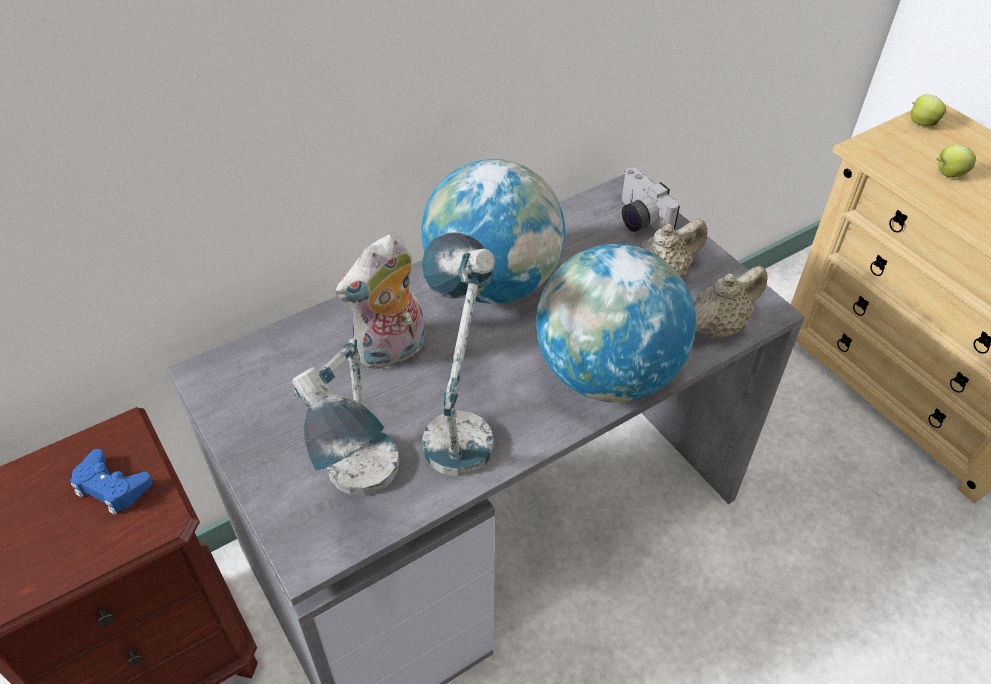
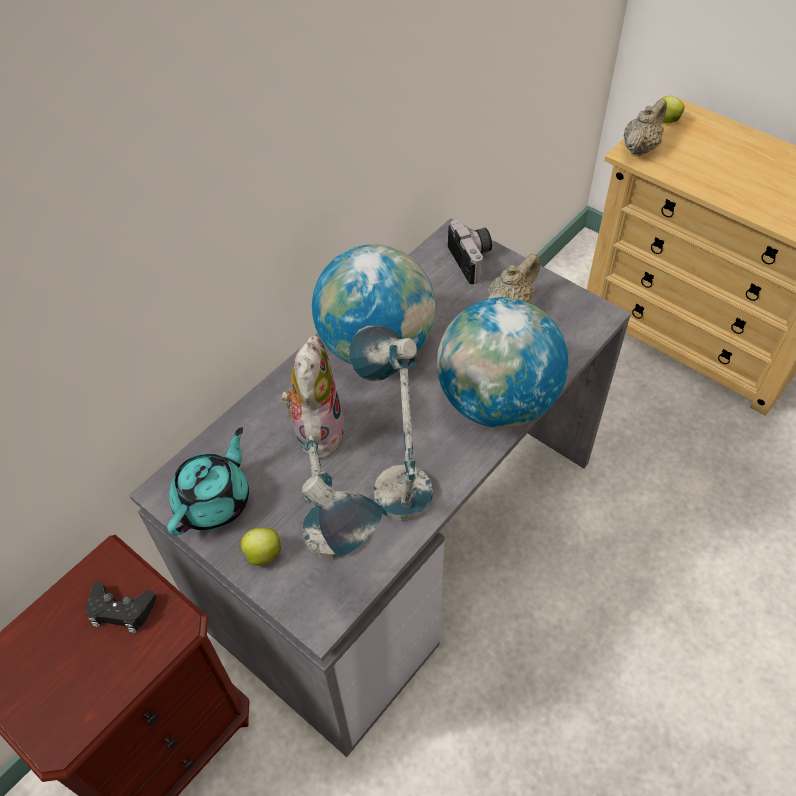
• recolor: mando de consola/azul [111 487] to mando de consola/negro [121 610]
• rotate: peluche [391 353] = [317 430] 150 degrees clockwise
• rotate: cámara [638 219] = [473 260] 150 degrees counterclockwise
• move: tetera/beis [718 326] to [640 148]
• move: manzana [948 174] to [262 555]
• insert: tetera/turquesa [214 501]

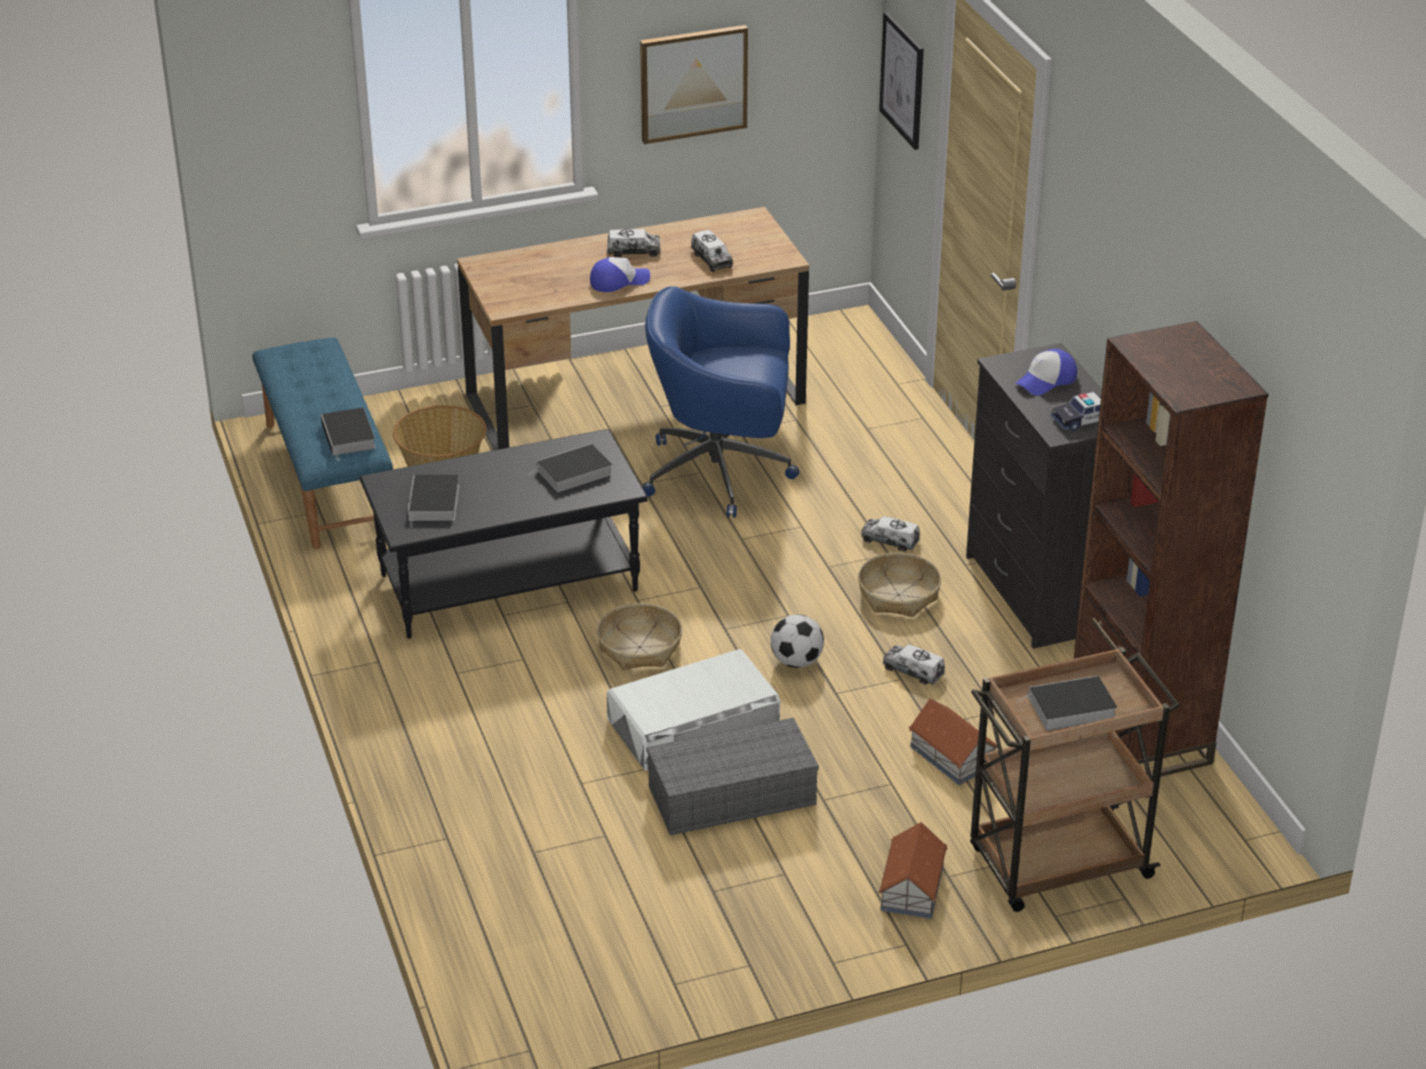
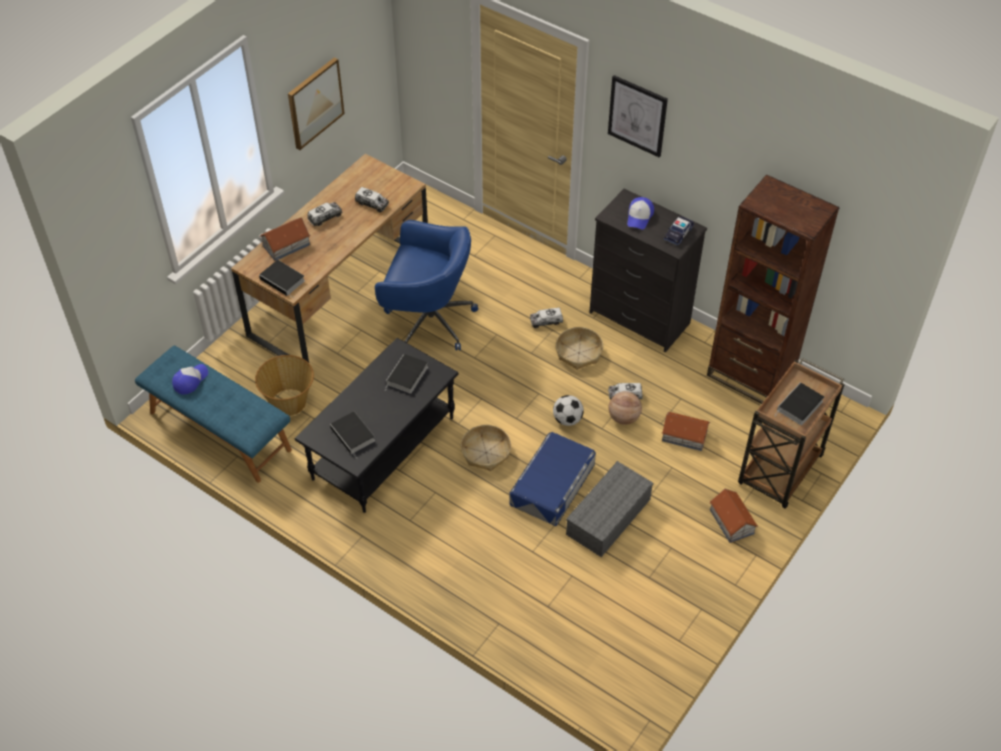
• move: libro [349 437] to [283 280]
• move: gorra [619 281] to [190 380]
• recolor: caja de almacenaje/blanco [693 722] to caja de almacenaje/azul [552 484]
• rotate: silla de oficina/azul [721 473] = [427 320] 135 degrees counterclockwise
• move: cuadro [903 80] to [637 116]
• insert: casita [285 245]
• insert: balón de baloncesto [624 418]

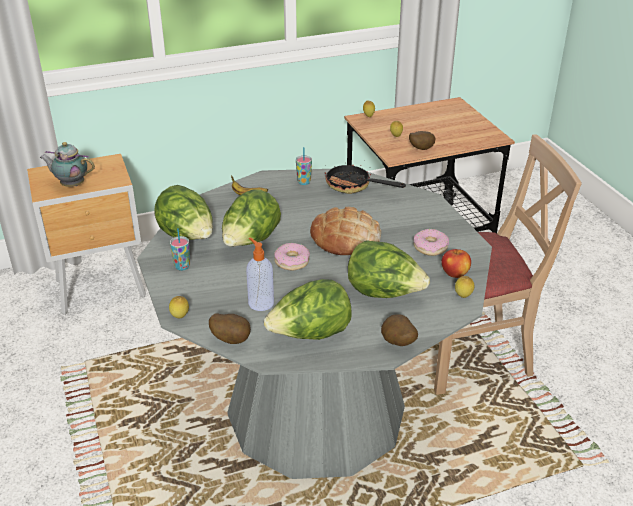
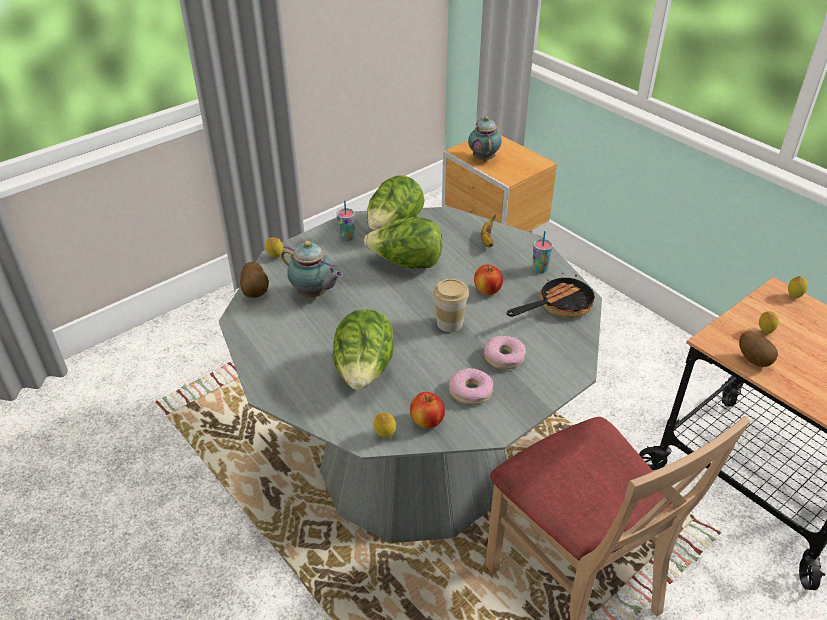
• replace: dispensador de jabón [260 302] to tetera [314 294]
• delete: lechuga [310 335]
• move: rosquilla [291 261] to [504 357]
• replace: pan [346 238] to taza [449 323]
• rotate: sartén [354 186] = [558 306] 45 degrees clockwise
• delete: patata [397 344]
• insert: manzana [487 290]

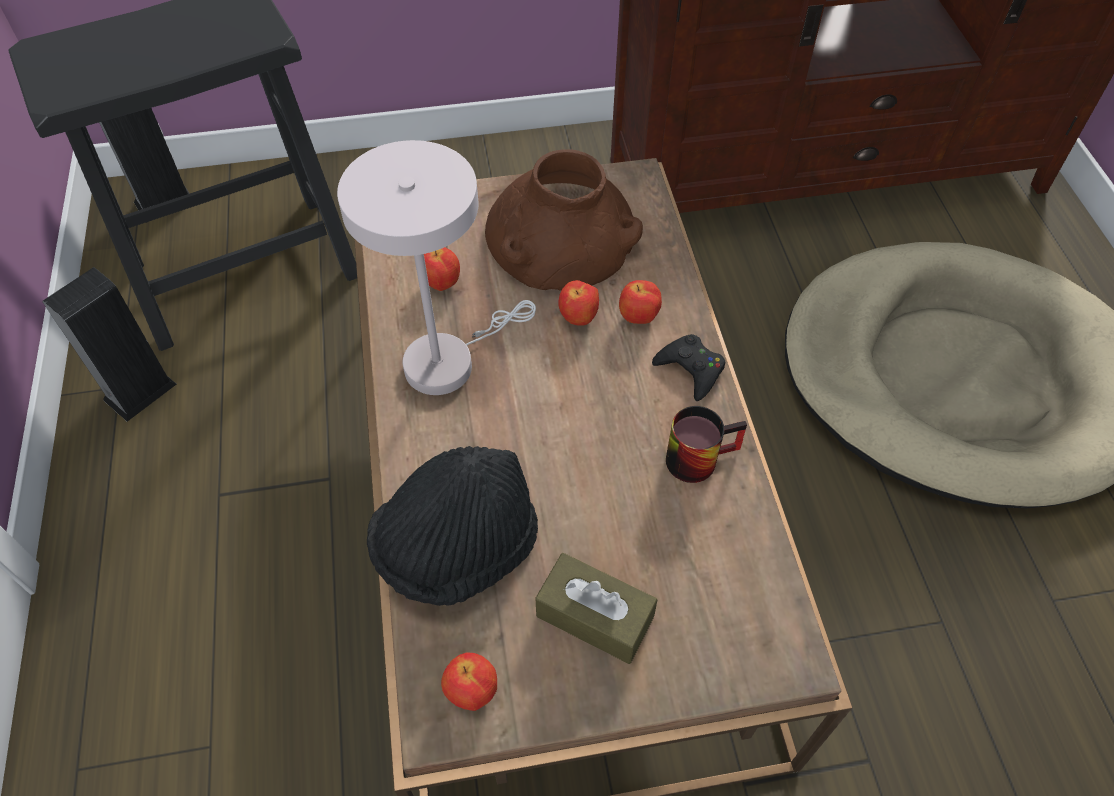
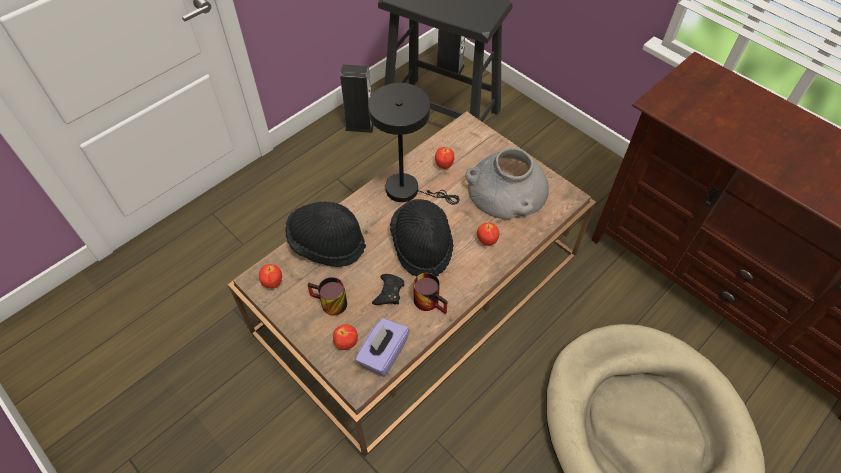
• recolor: lámpara de mesa/blanco [448 360] to lámpara de mesa/negro [408 190]
• recolor: florero/marrón [562 236] to florero/gris [507 189]
• replace: caja de pañuelos/marrón [594 616] to taza grande [329 304]
• move: manzana [579 318] to [346 343]
• move: mando de consola/negro [691 370] to [389 292]
• insert: caja de pañuelos/morado [383 354]
• insert: sombrero/negro [422 246]

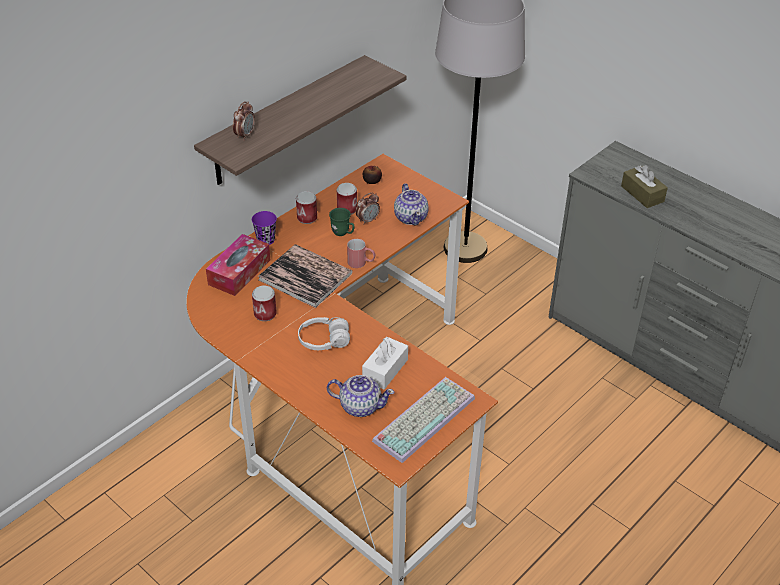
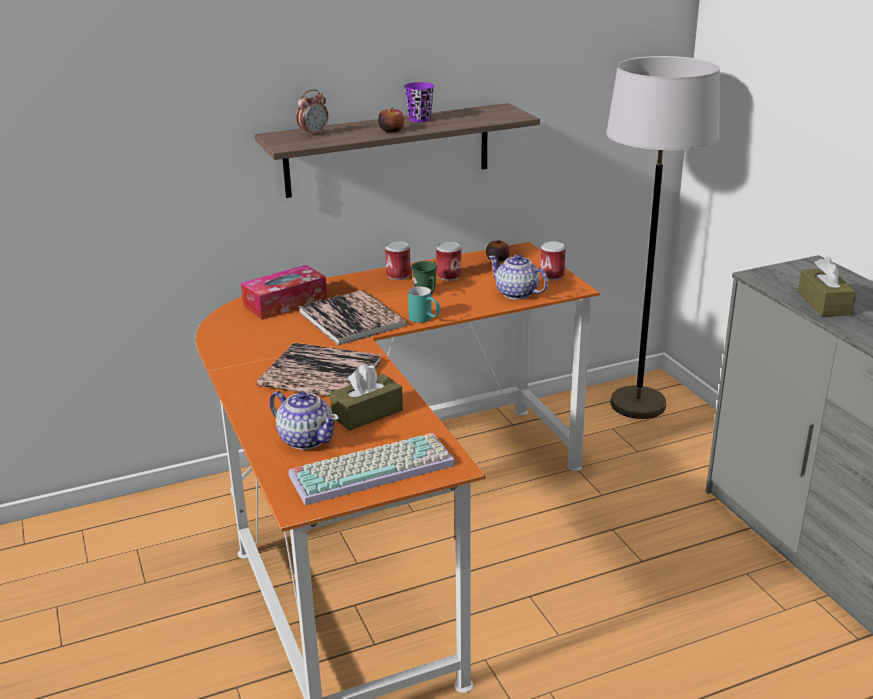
• move: taza/morado [266 240] to [419 119]
• move: lata [265 314] to [552 275]
• replace: auriculares/blanco [324 340] to libro [320 373]
• recolor: taza grande/rojo [361 263] to taza grande/turquesa [425 319]
• delete: despertador [367 220]
• recolor: caja de pañuelos/blanco [385 370] to caja de pañuelos/marrón [367 413]
• rotate: tetera [411 217] = [517 294] 120 degrees clockwise
• insert: manzana [391 130]

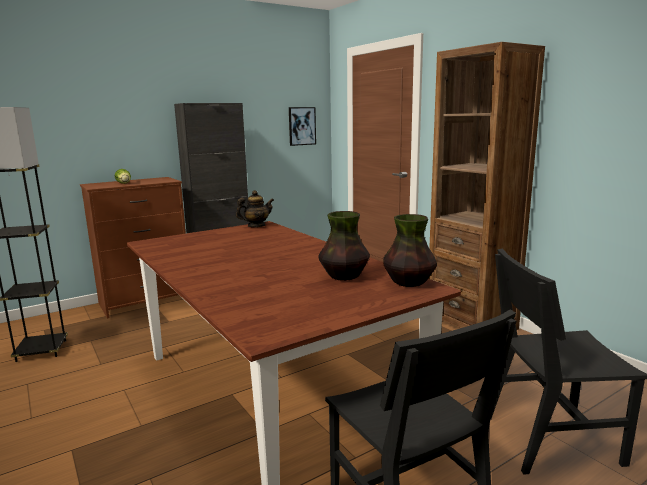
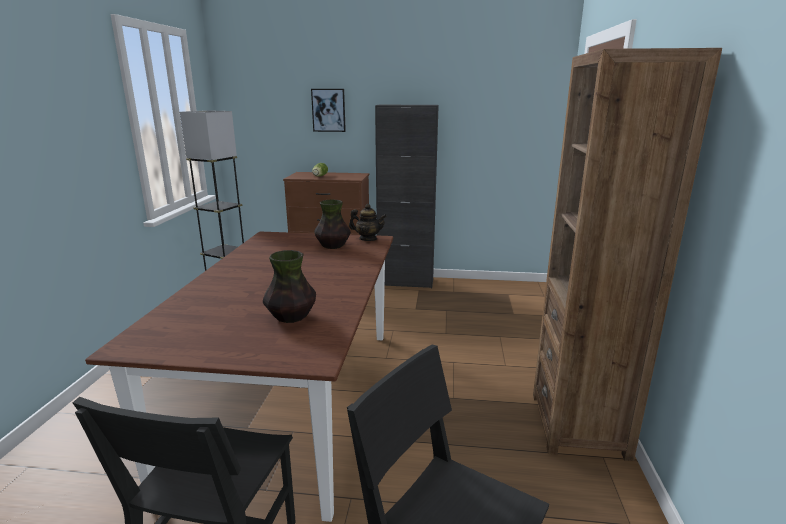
• move: cuadro [301 126] to [328 110]
• move: florero [409 283] to [333 246]

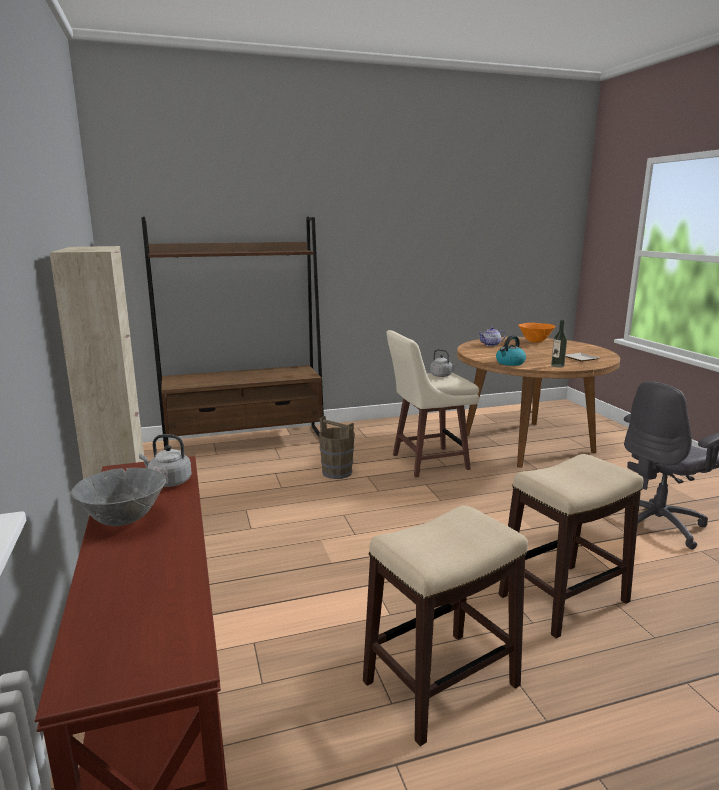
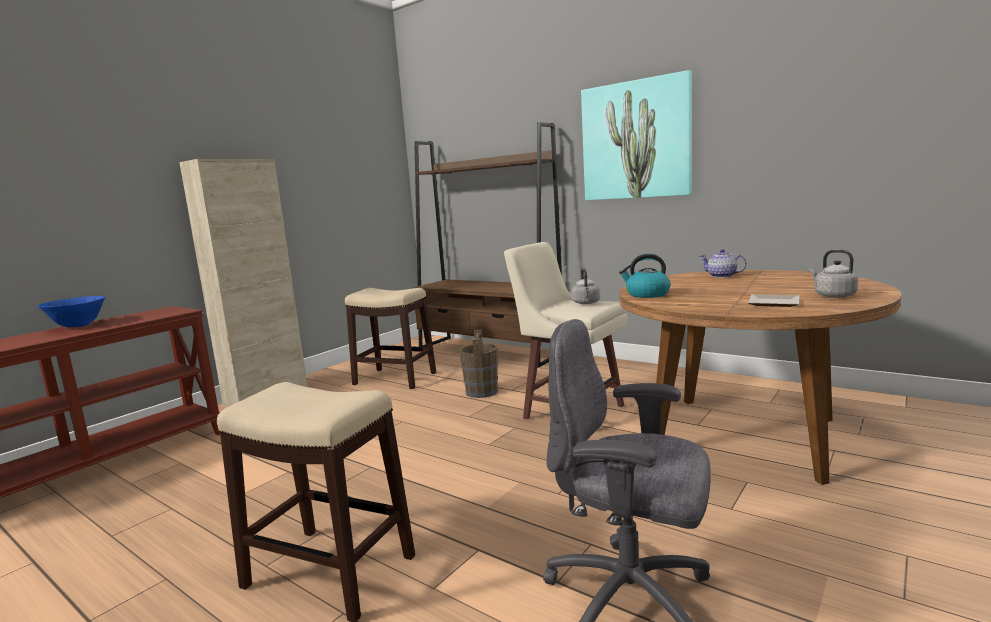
• recolor: cuenco/gris [123 521] to cuenco/azul [78 326]
• move: hervidor/gris [168 482] to [832 295]
• move: taburete [440 684] to [394 378]
• delete: cuenco/naranja [535 342]
• delete: botella [557 366]
• insert: cuadro [636 140]

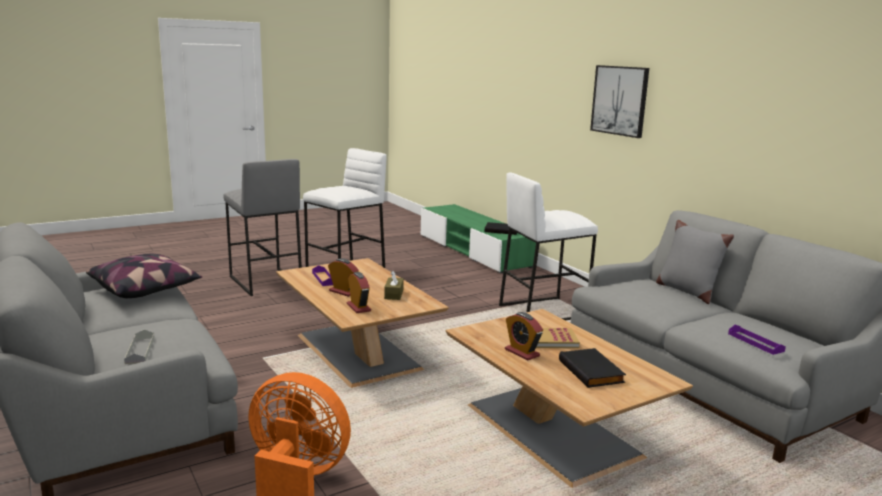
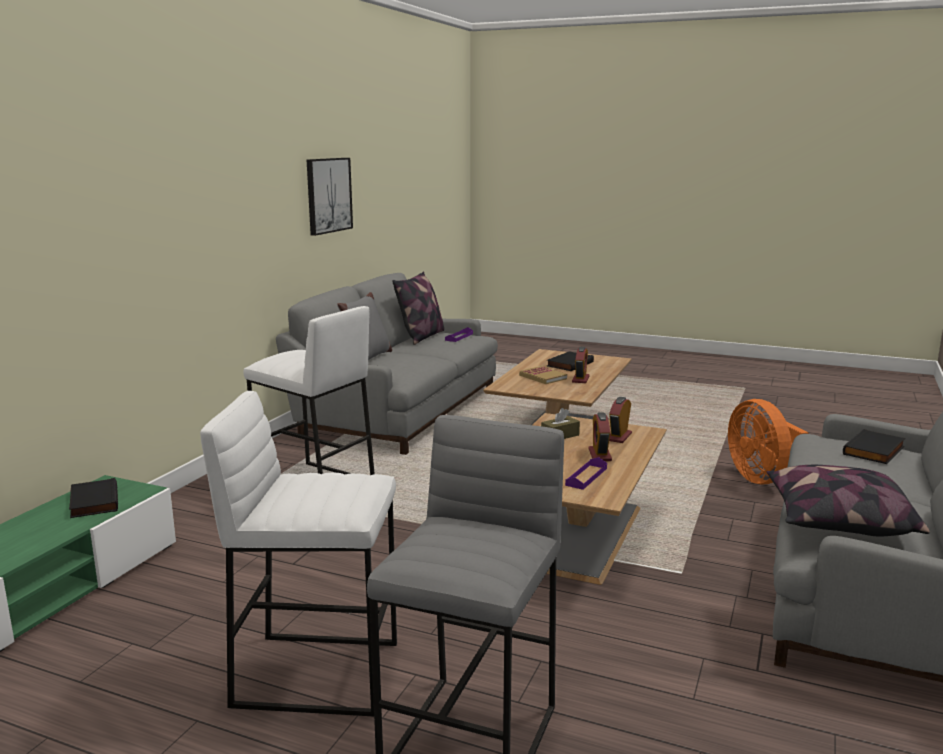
• replace: bandeja/gris [140 350] to libro/negro [875 451]
• move: cuadro [620 100] to [328 195]
• insert: cojín [421 337]

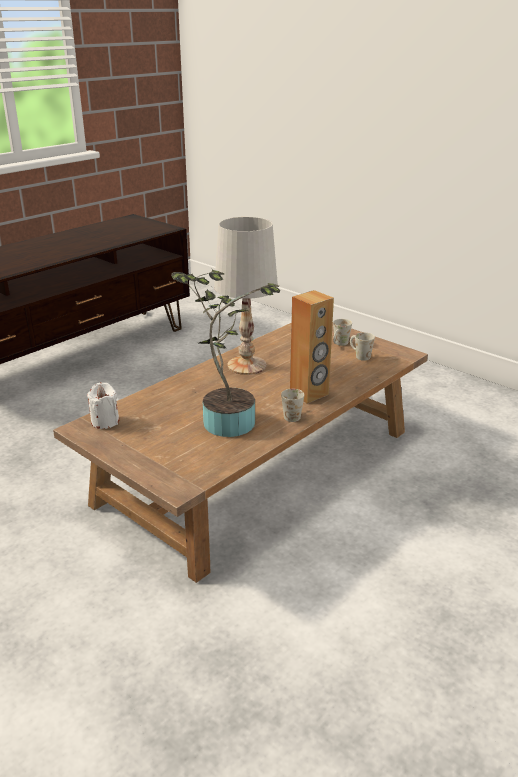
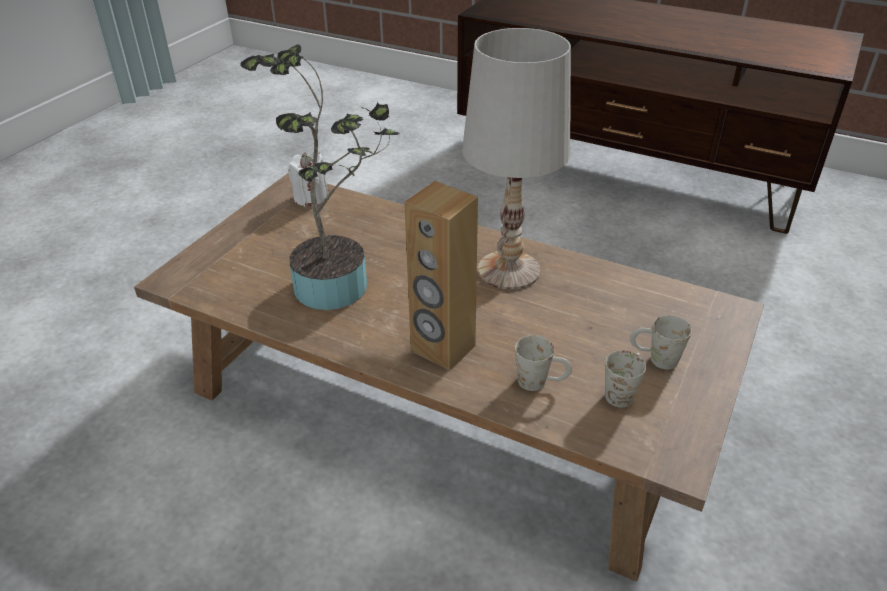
• move: taza grande/blanco [294 415] to [541 382]

